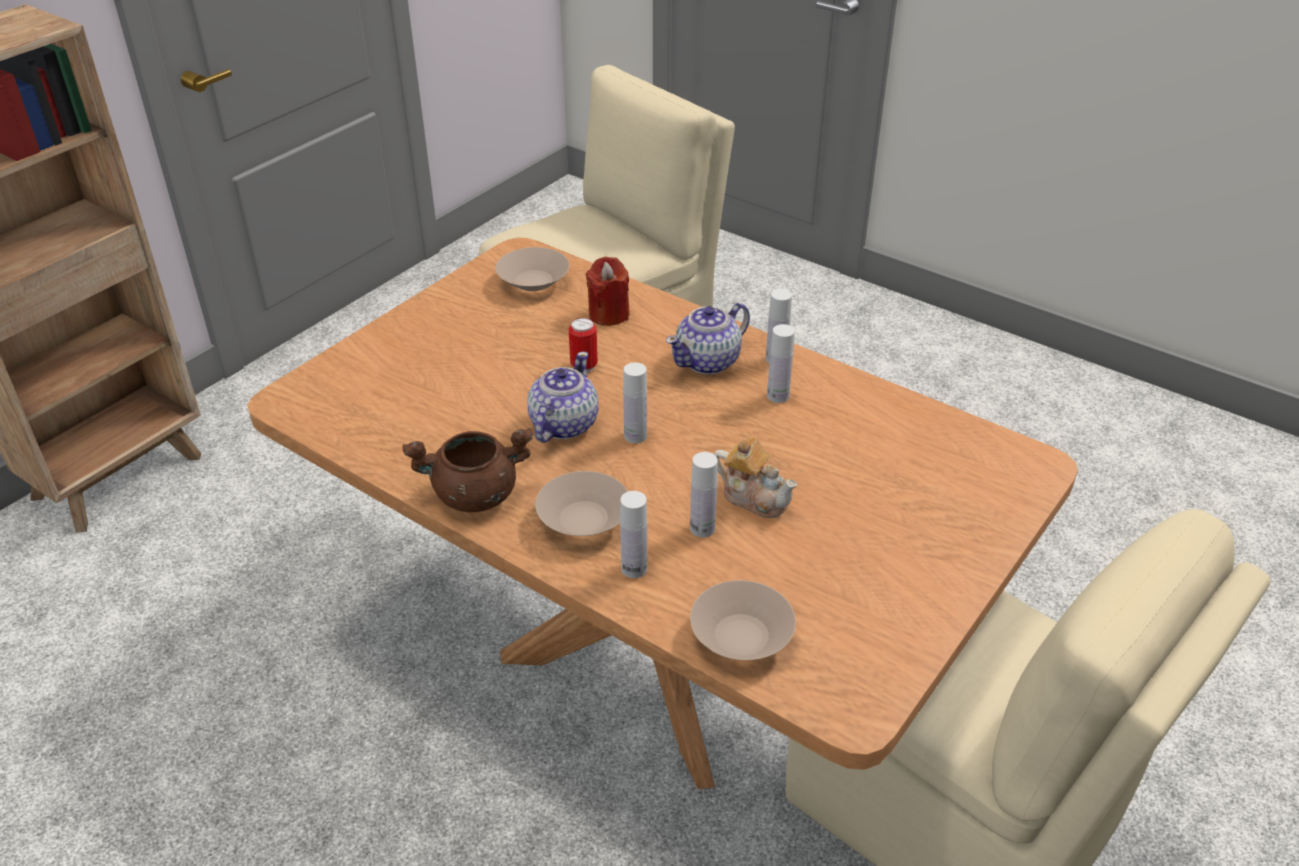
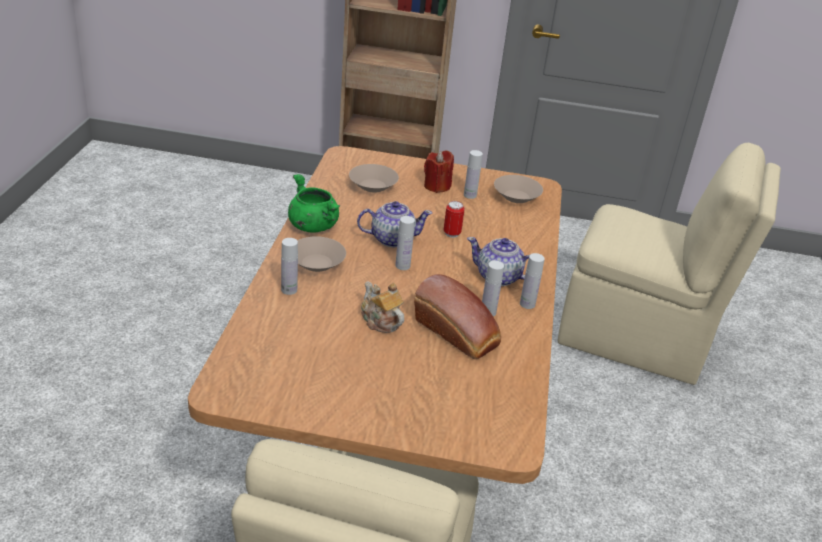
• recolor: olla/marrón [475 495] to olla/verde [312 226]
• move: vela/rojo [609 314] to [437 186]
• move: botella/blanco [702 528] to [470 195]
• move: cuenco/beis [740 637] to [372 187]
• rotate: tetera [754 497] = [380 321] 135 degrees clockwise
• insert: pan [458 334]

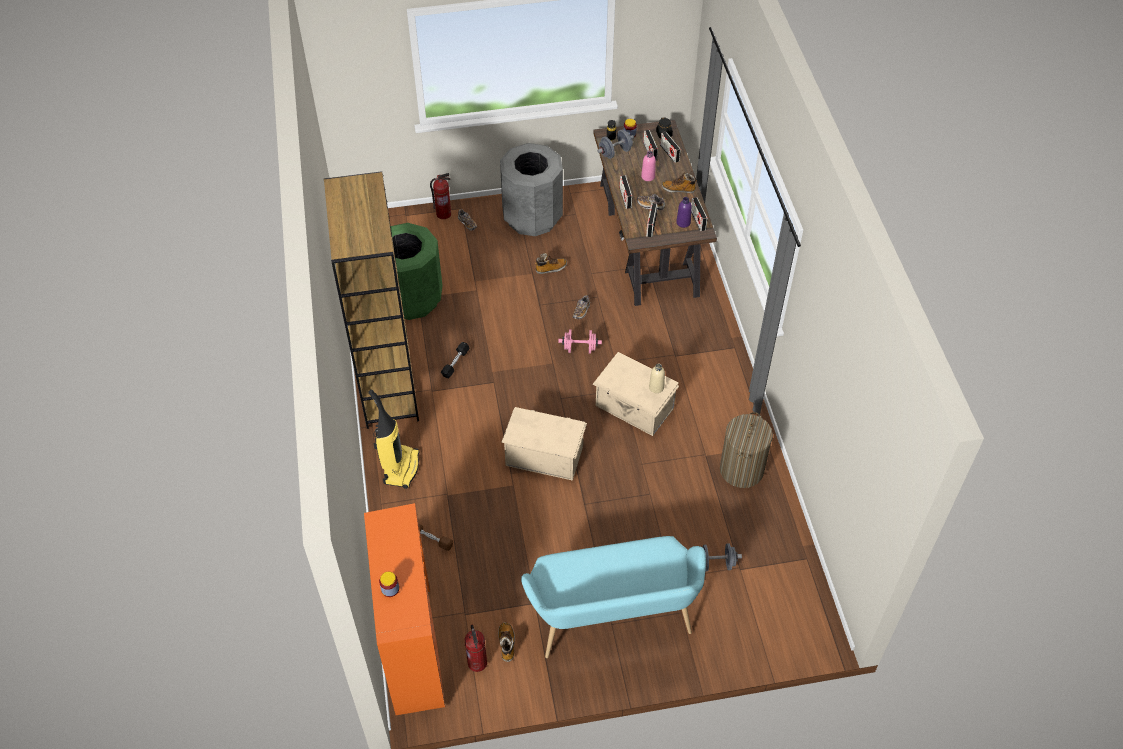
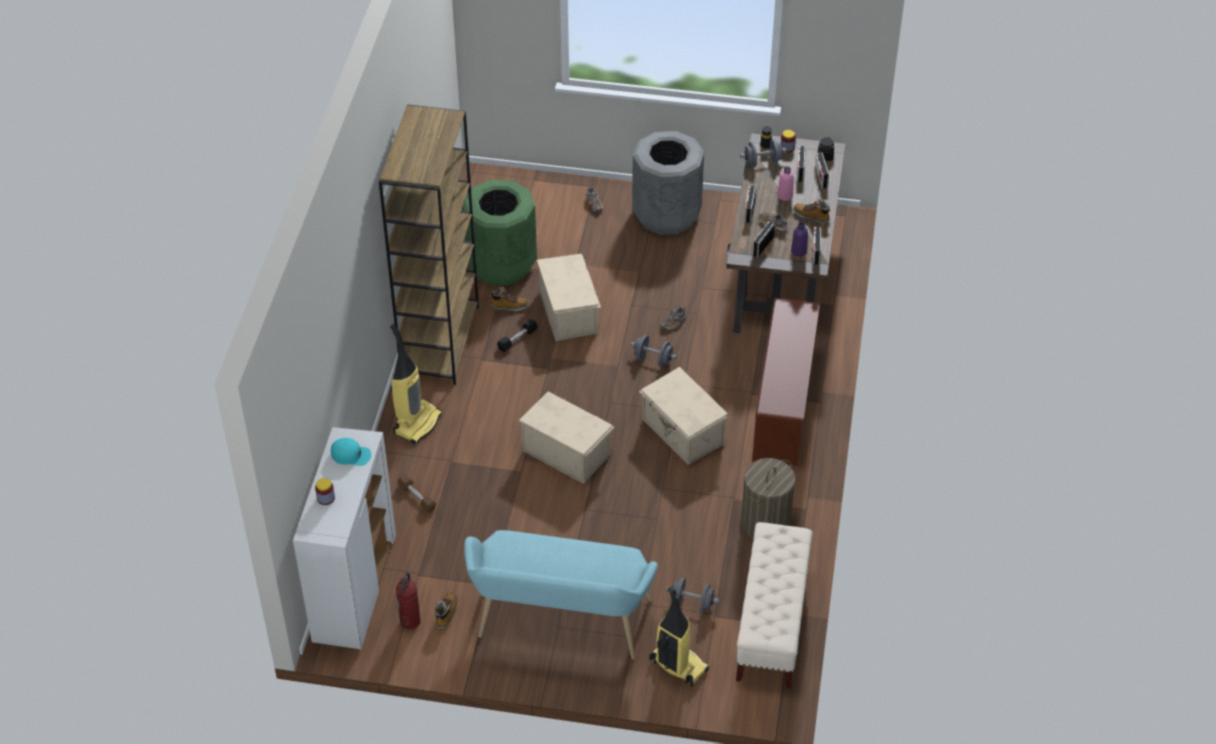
• recolor: armario/naranja [412 647] to armario/blanco [354 589]
• delete: extintor [443 214]
• move: bota [551 268] to [509 306]
• recolor: mancuerna/rosa [579 348] to mancuerna/gris [653 359]
• delete: botella/beis [656 387]
• insert: gorra/turquesa [351 455]
• insert: caja de almacenaje/beis [569 311]
• insert: aspiradora [677 665]
• insert: banco/beis [771 625]
• insert: zapatero/marrón [784 408]

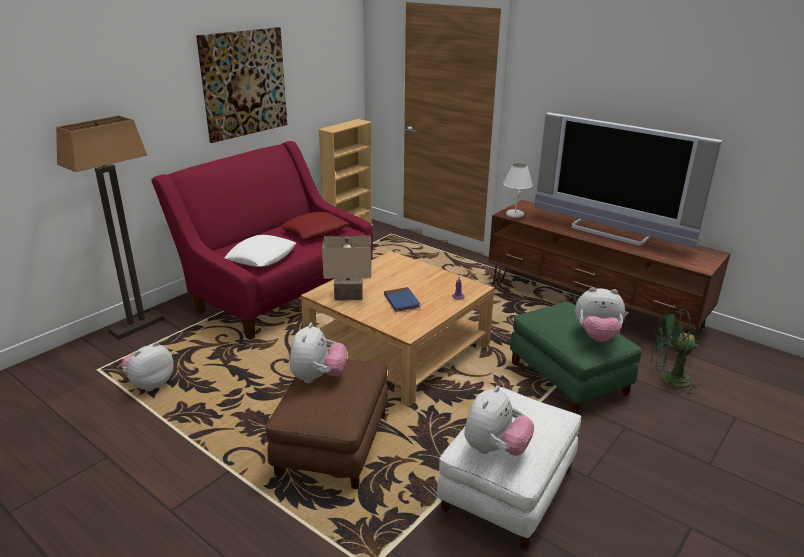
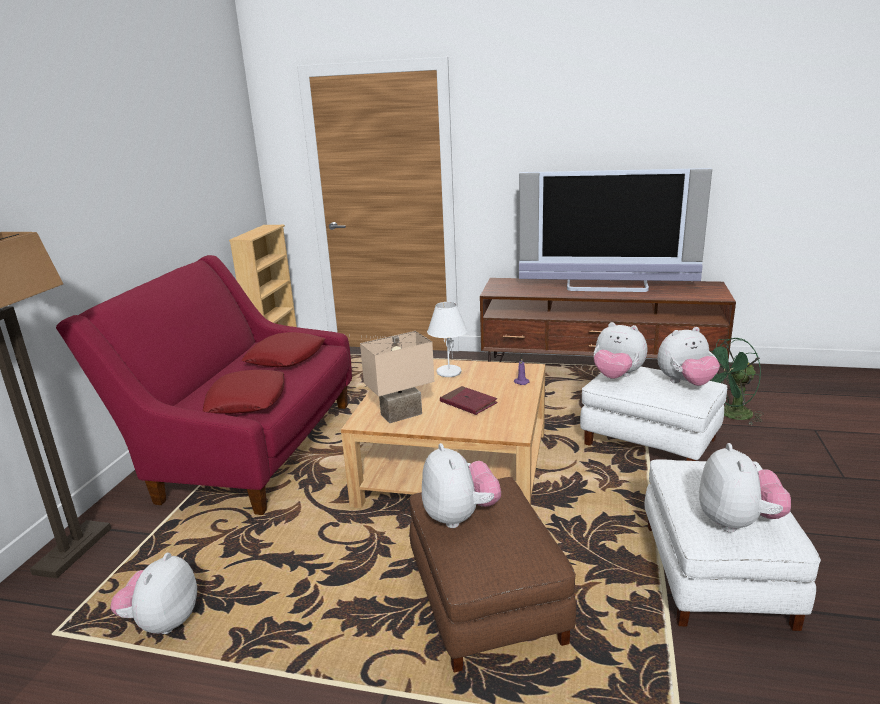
• delete: cuadro [244 83]
• recolor: cojín/blanco [262 257] to cojín/rojo [247 400]
• recolor: libro/azul [401 301] to libro/rojo [468 403]
• move: lámpara de mesa/blanco [514 215] to [448 372]
• recolor: puf/verde [569 378] to puf/blanco [650 441]
• insert: peluche [617 376]

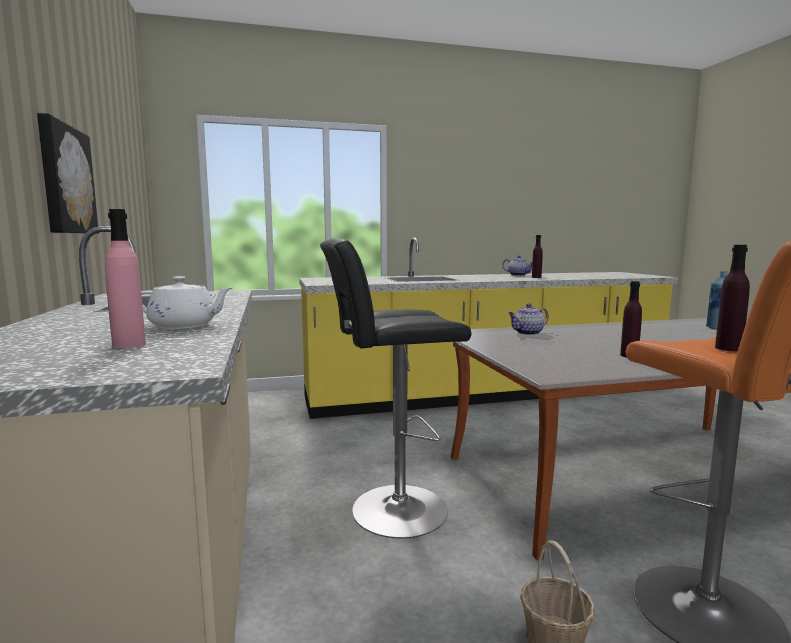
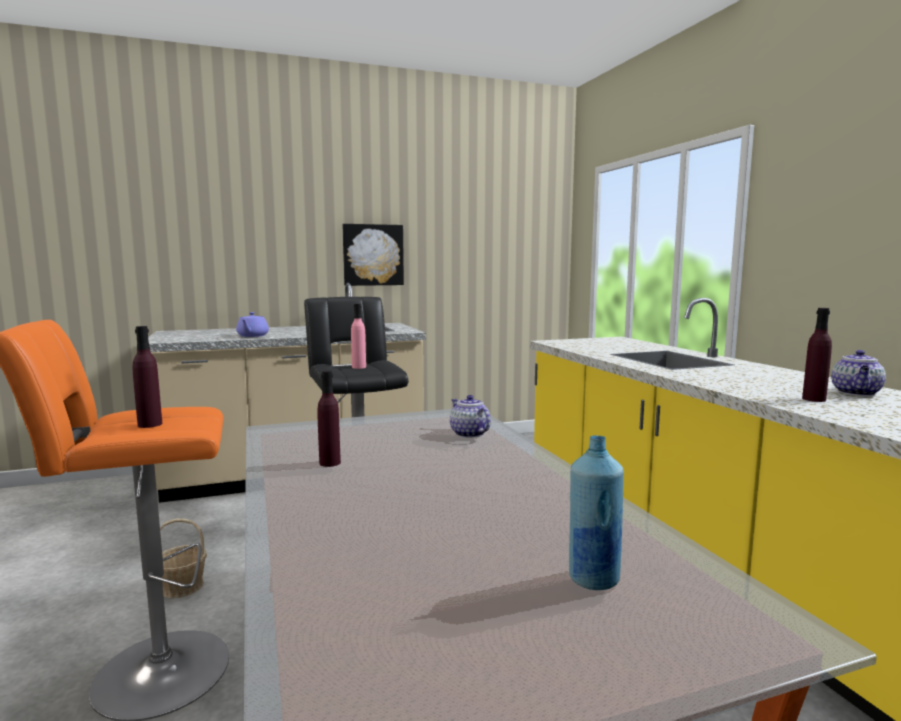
• move: botella/rosa [129 345] to [359 367]
• recolor: tetera/blanco [184 326] to tetera/morado [252 336]

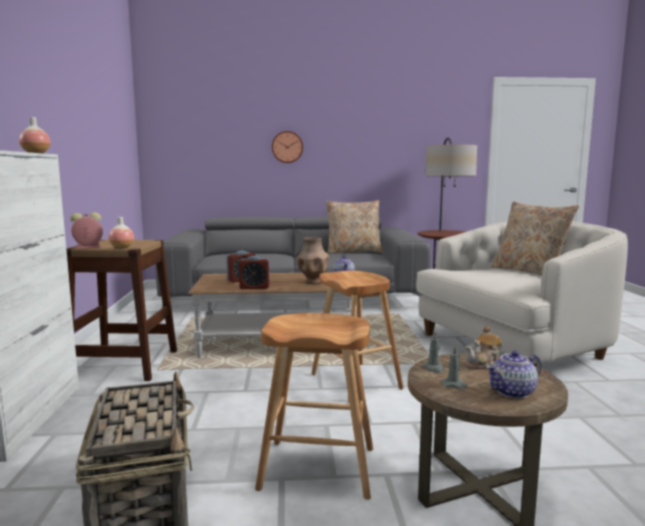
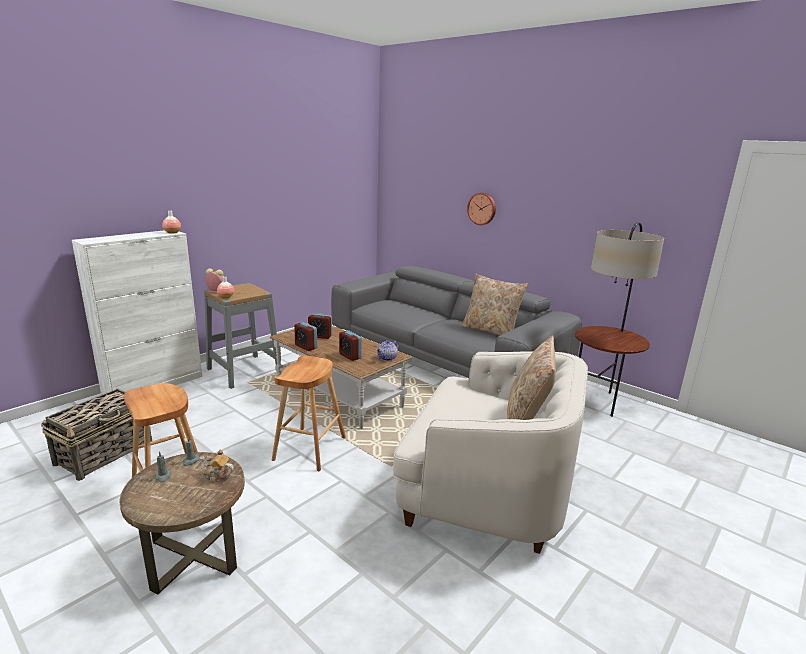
• recolor: taburete/marrón [124 364] to taburete/gris [244 371]
• replace: florero/marrón [313 282] to despertador [350 356]
• delete: tetera [513 392]

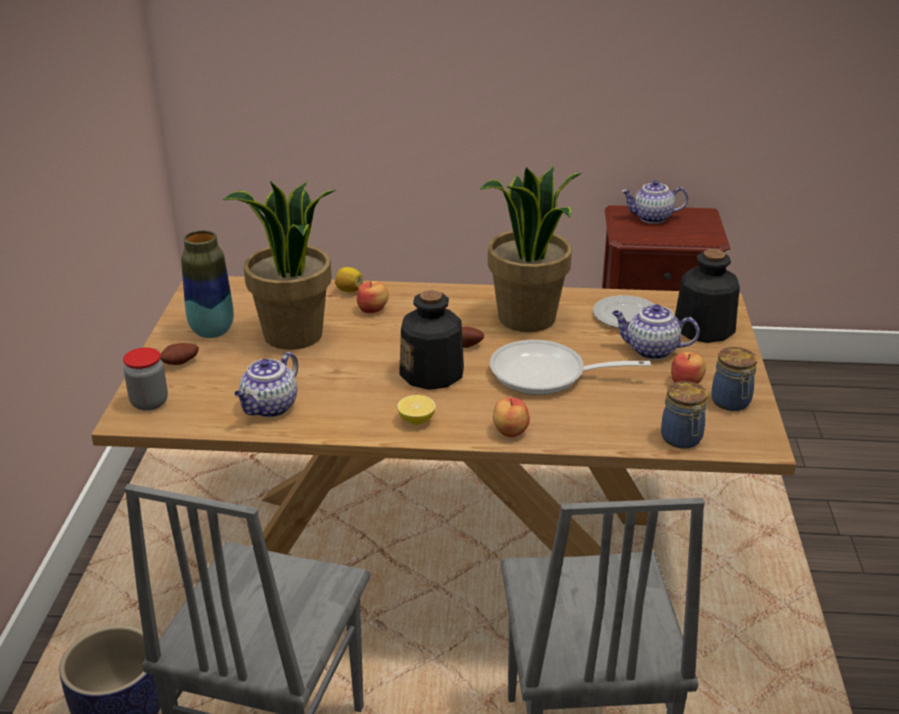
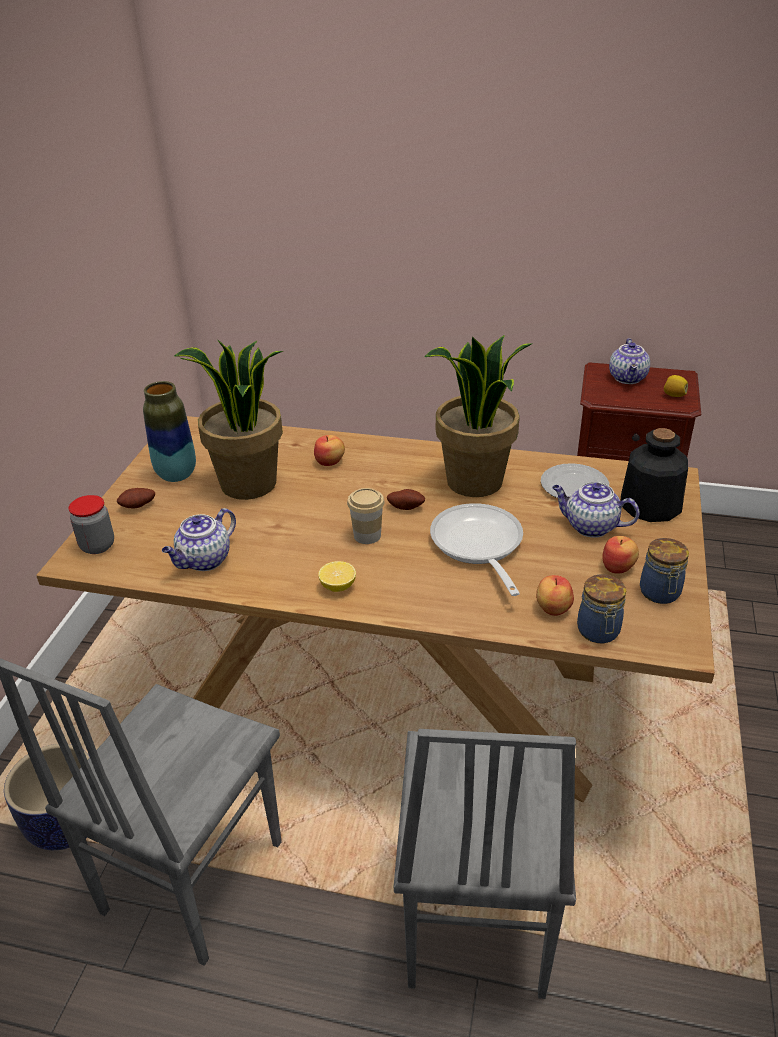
• move: limón [349 290] to [674 395]
• replace: botella [432 373] to taza [367 535]
• rotate: sartén [546 375] = [478 546] 60 degrees clockwise
• move: manzana [509 431] to [552 608]
• rotate: tetera [652 218] = [628 378] 90 degrees counterclockwise

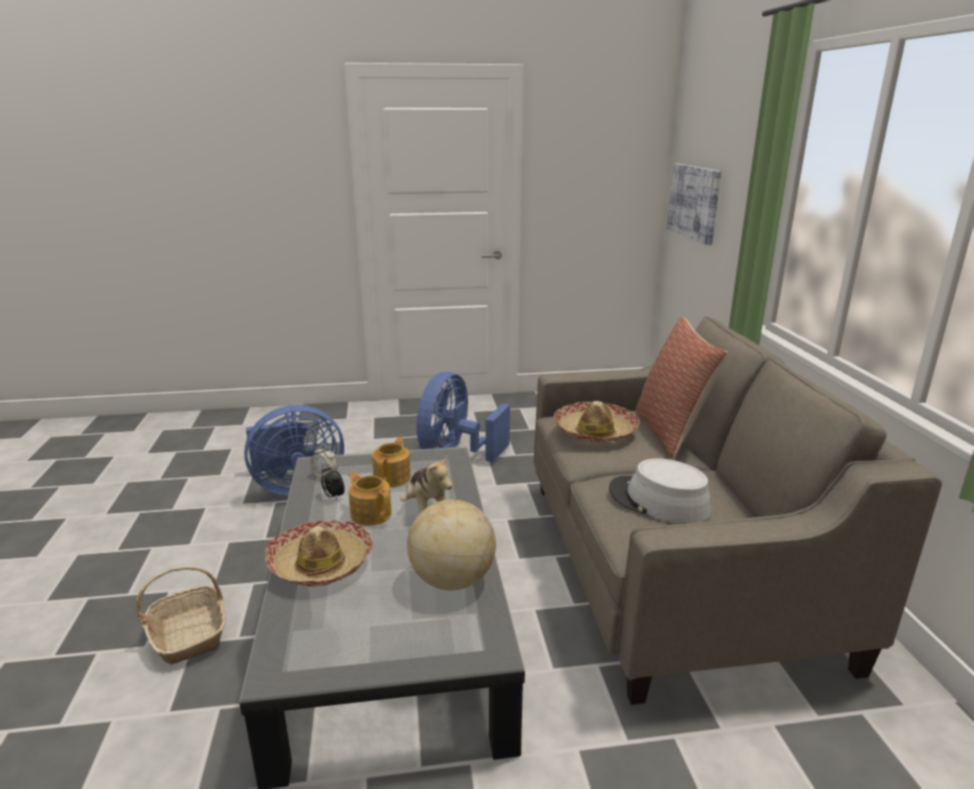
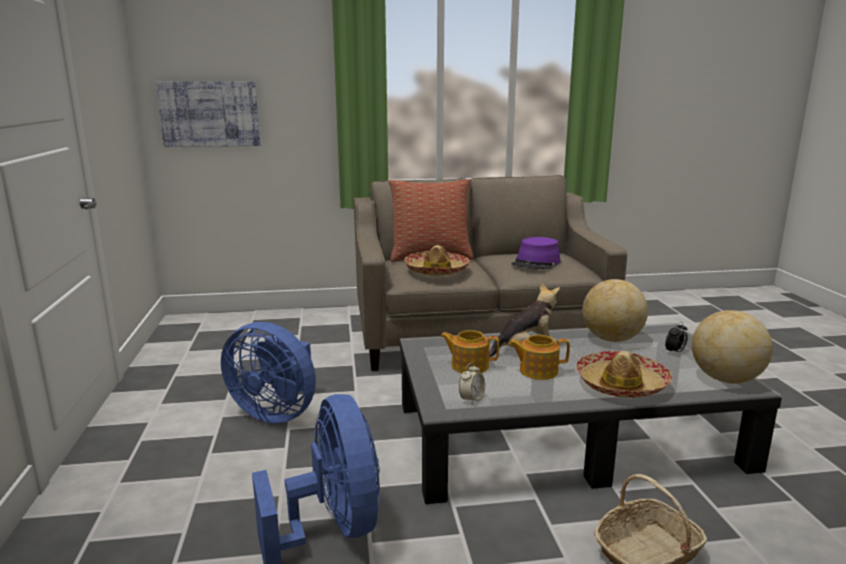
• move: despertador [333 496] to [675 352]
• rotate: tetera [371 513] = [537 371] 45 degrees clockwise
• recolor: sombrero/gris [658 501] to sombrero/morado [536 263]
• insert: globo terráqueo [725 379]

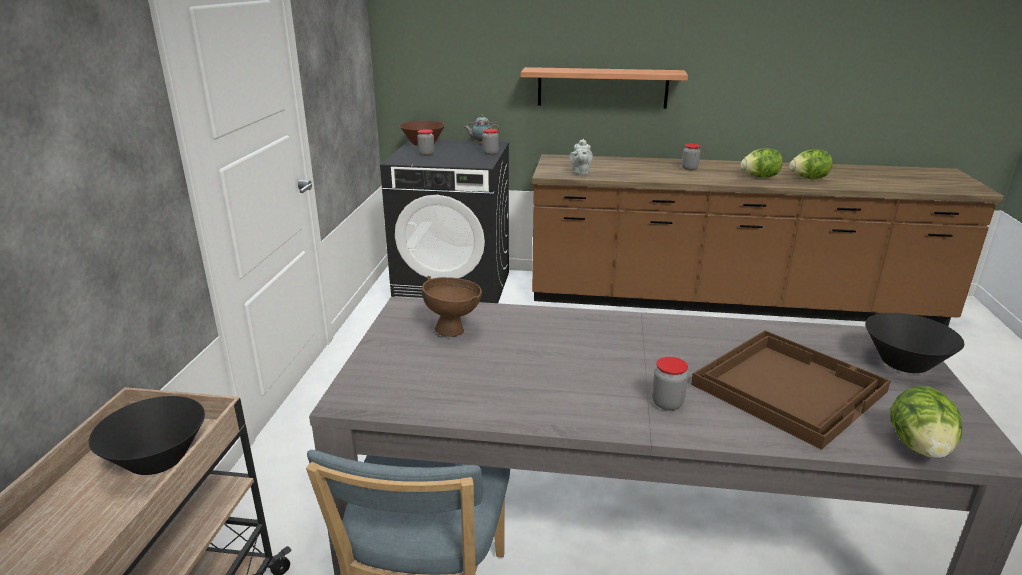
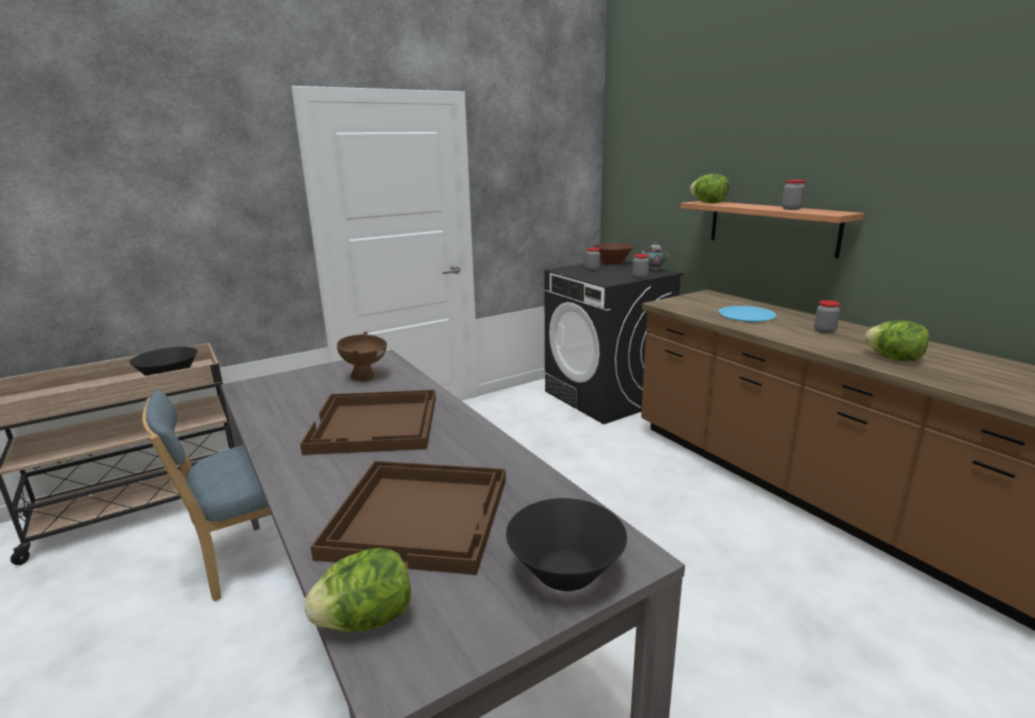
• delete: tetera/gris [580 173]
• move: tarro [667 403] to [791 209]
• move: lechuga [808 178] to [708 203]
• insert: bandeja/marrón [376 424]
• insert: plato/azul [746 315]

